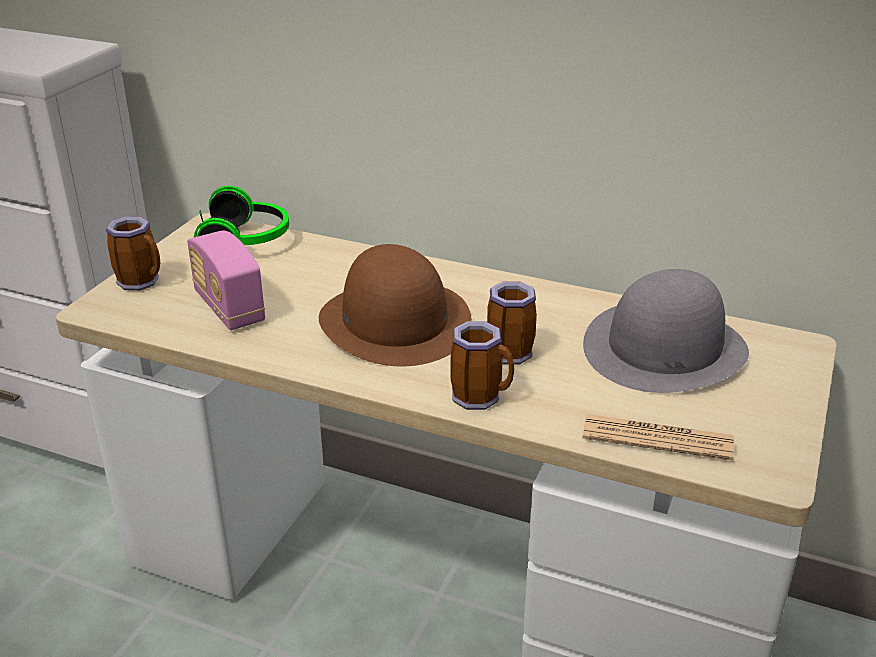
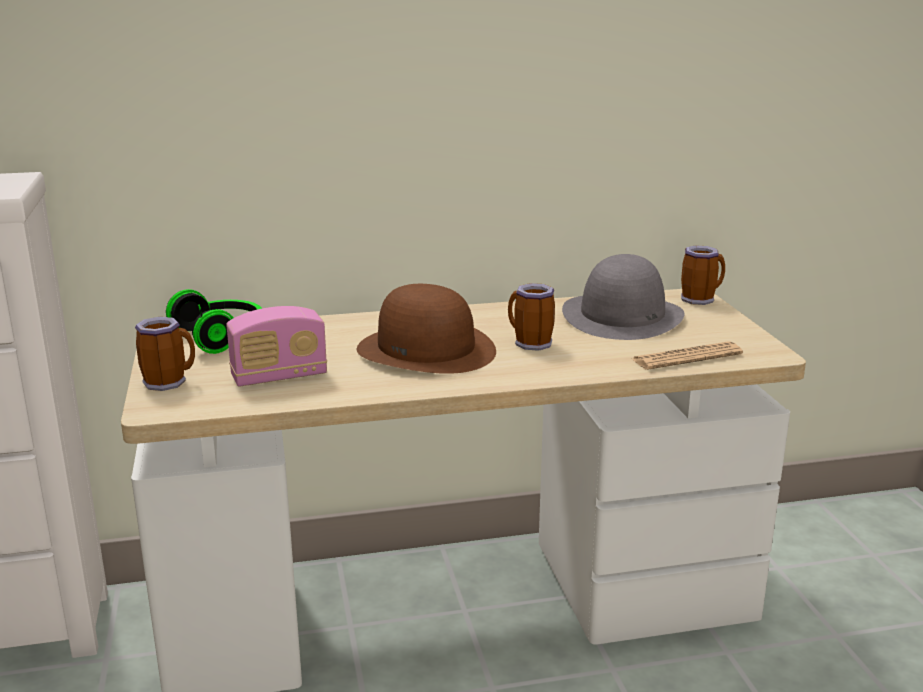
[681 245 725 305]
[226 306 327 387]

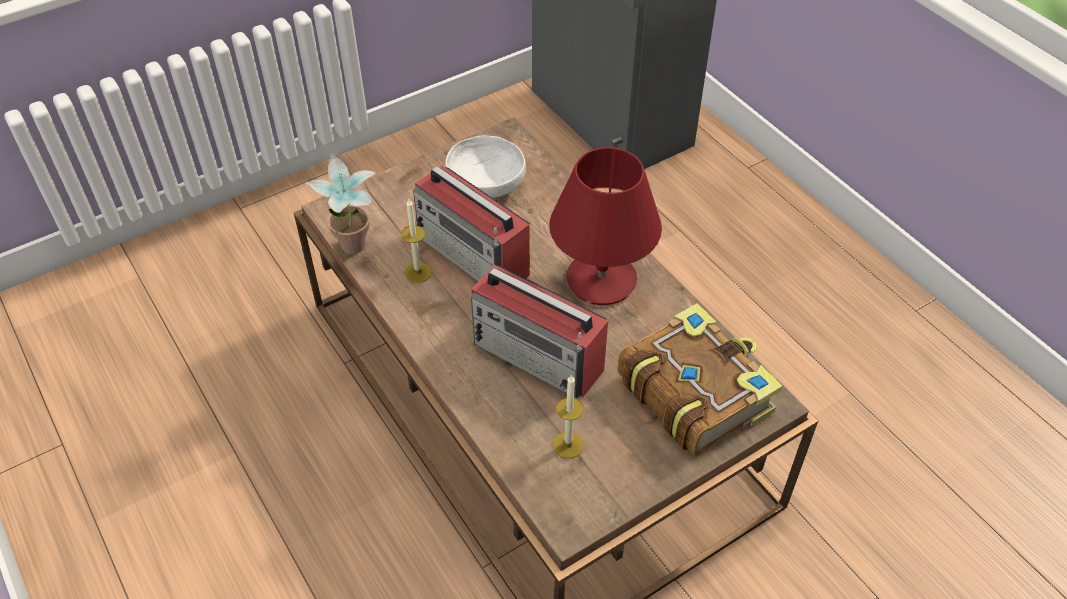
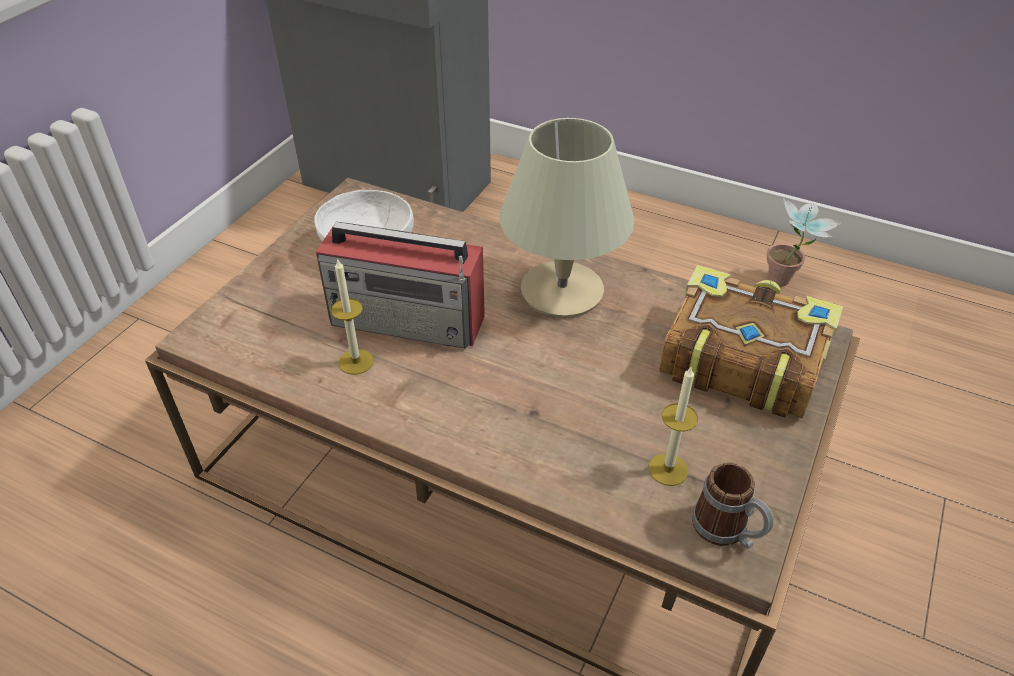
[471 265 608 398] (first image)
[692 462 774 549]
[767 197 842 287]
[499 118 634 318]

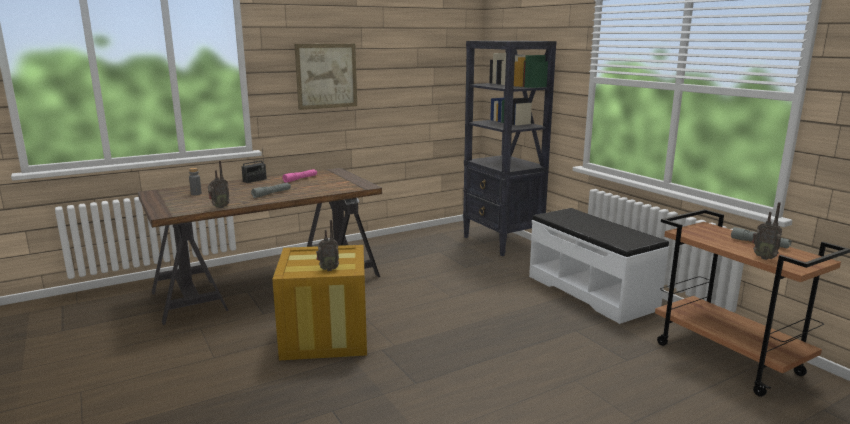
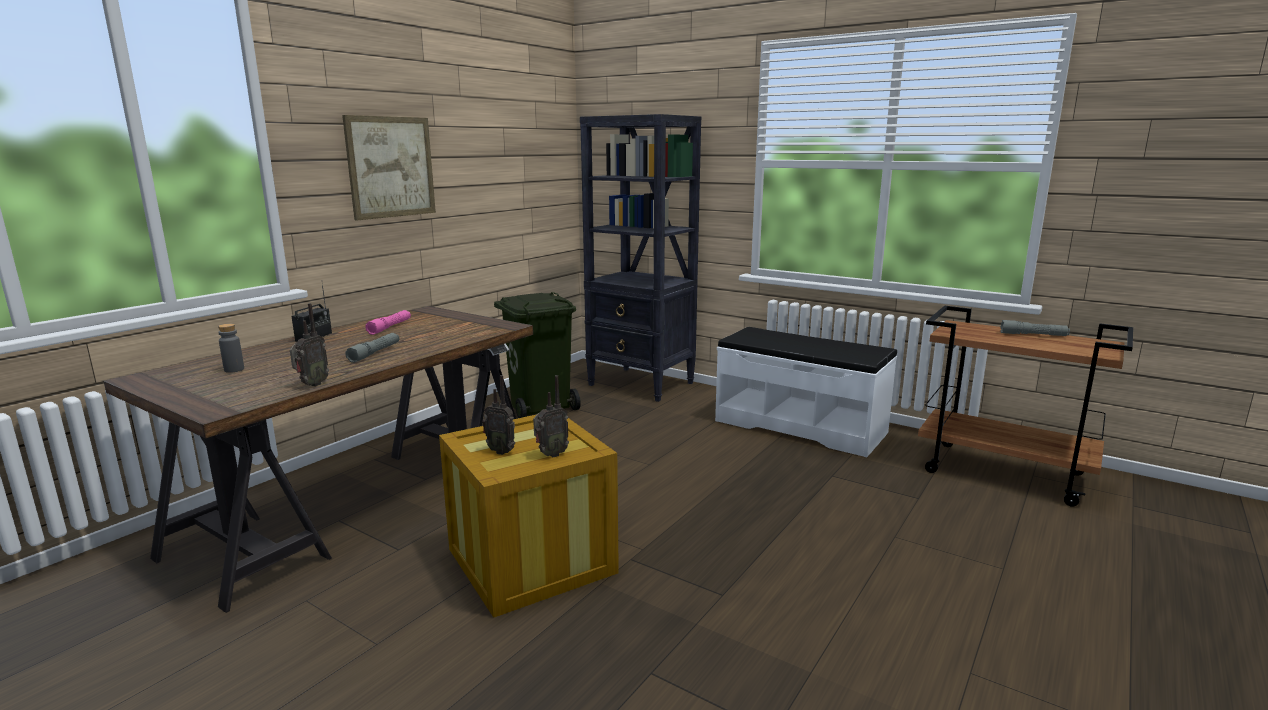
[494 292 581 418]
[482 375 515 455]

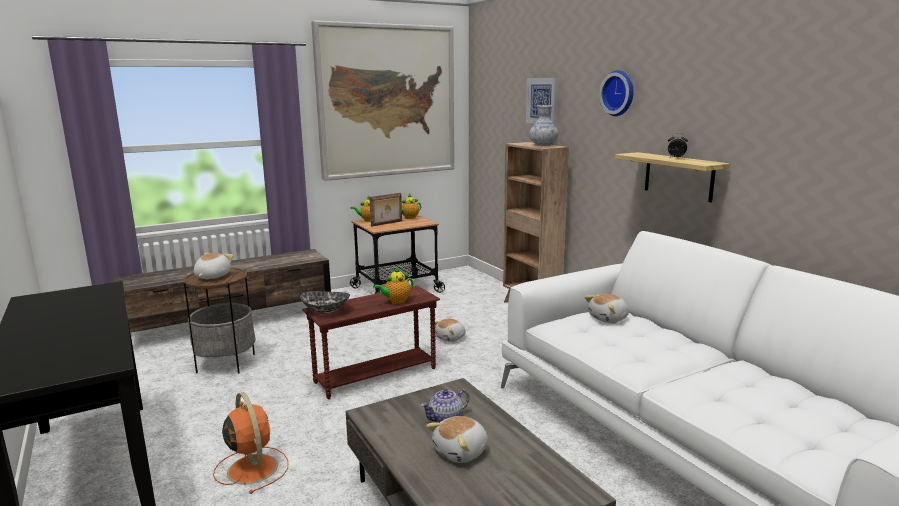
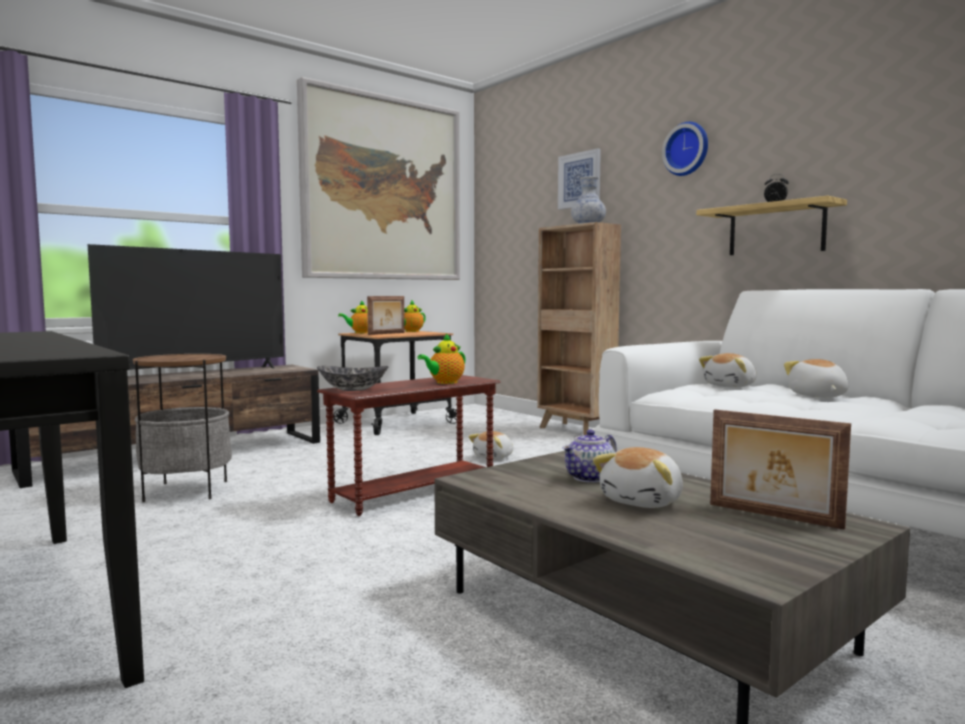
[213 392 288 494] (first image)
[88 244 284 370]
[710 409 851 530]
[784 359 848 398]

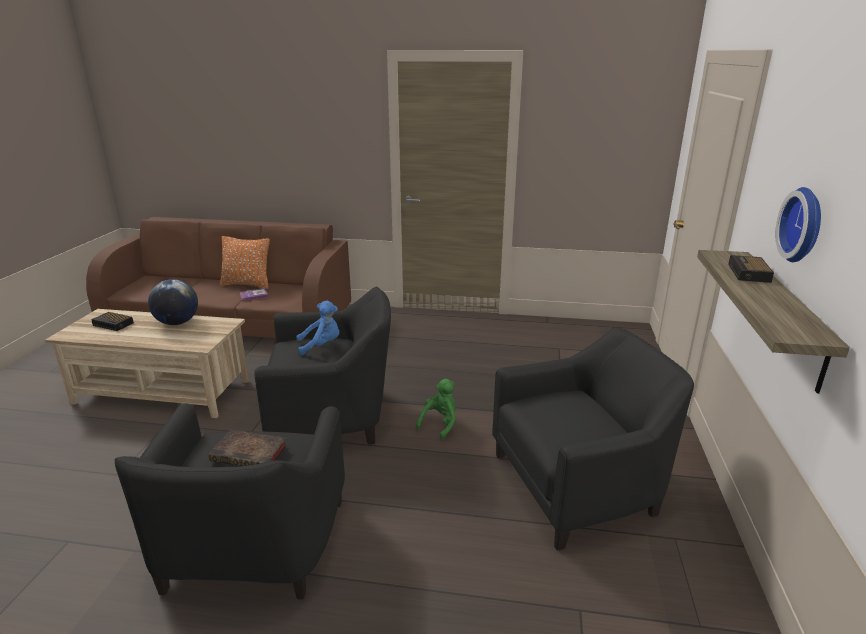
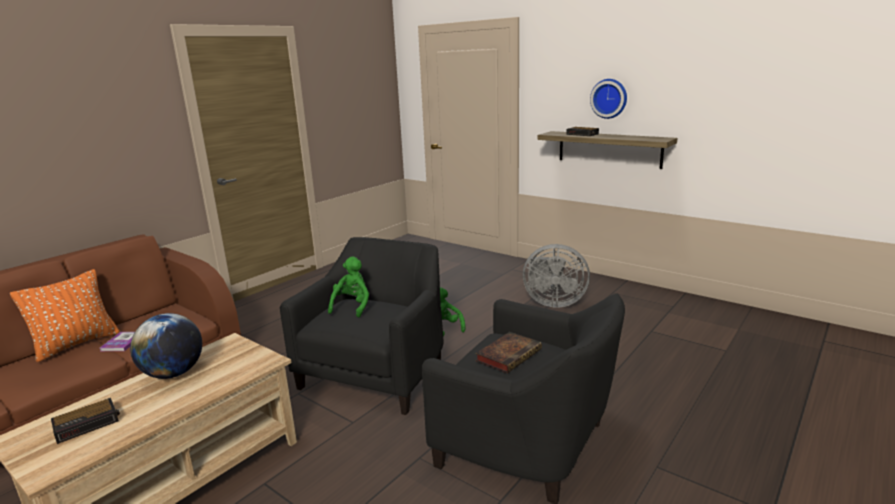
[523 244 590 308]
[328 256 369 317]

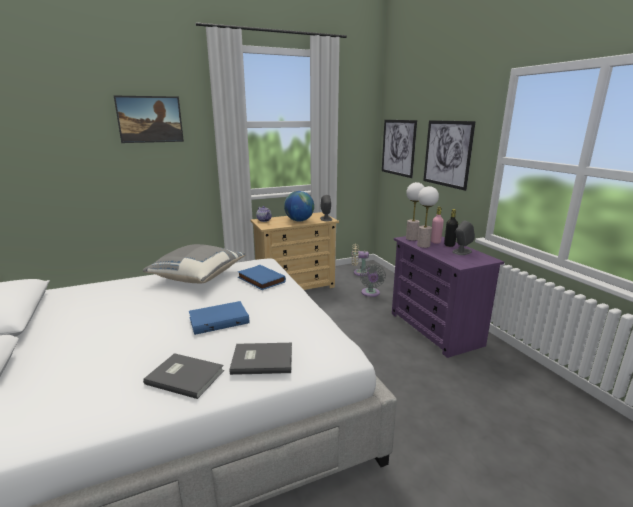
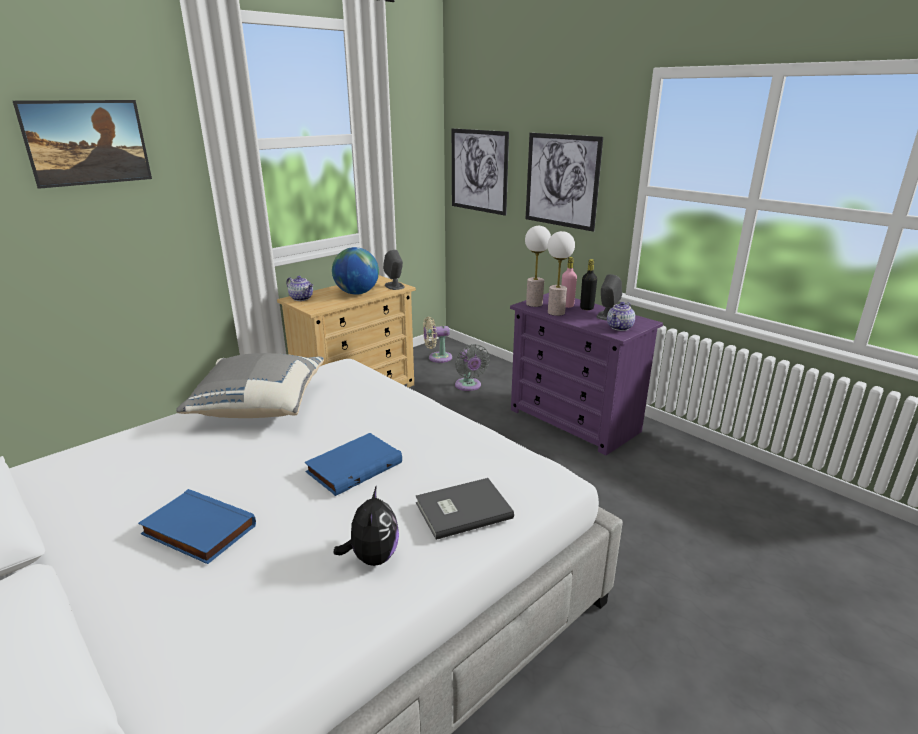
[607 302 635 331]
[138 489 256 564]
[333 485 399 566]

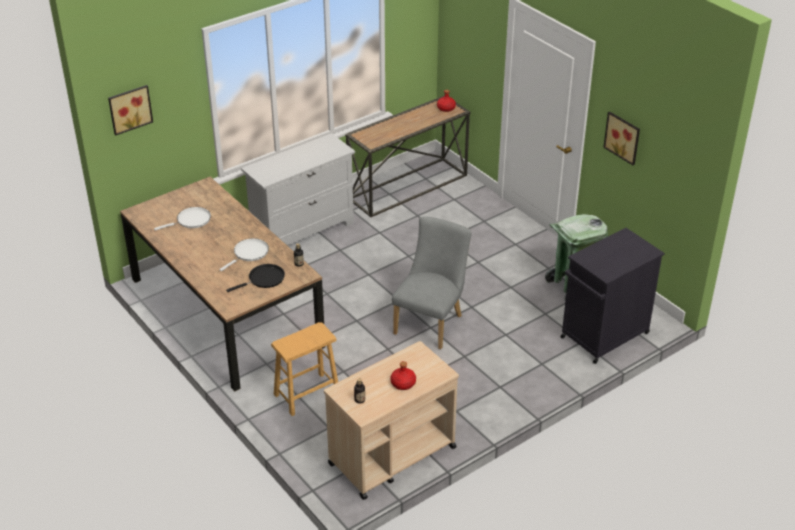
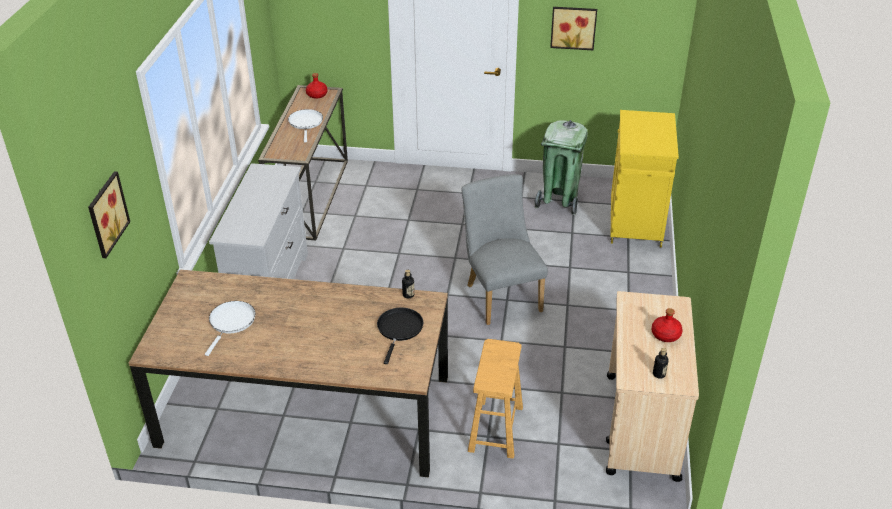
[288 109 323 143]
[610 110 679 248]

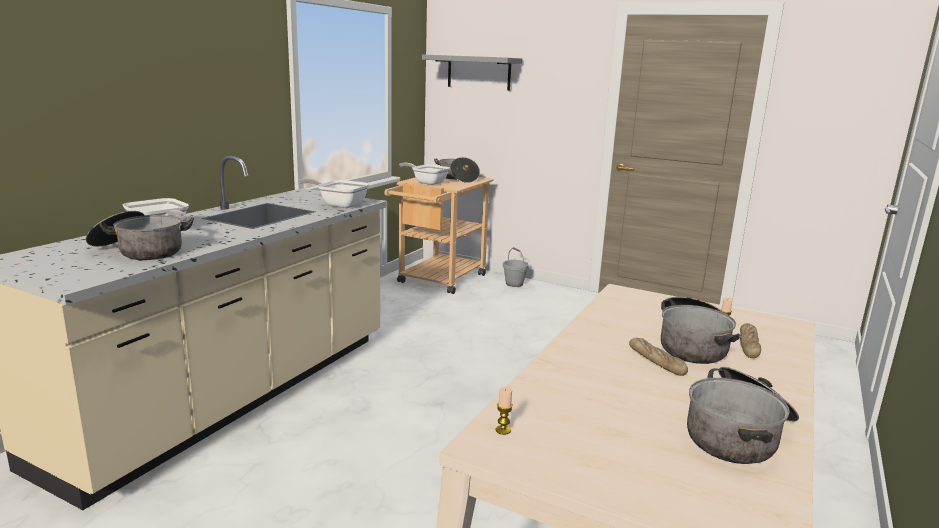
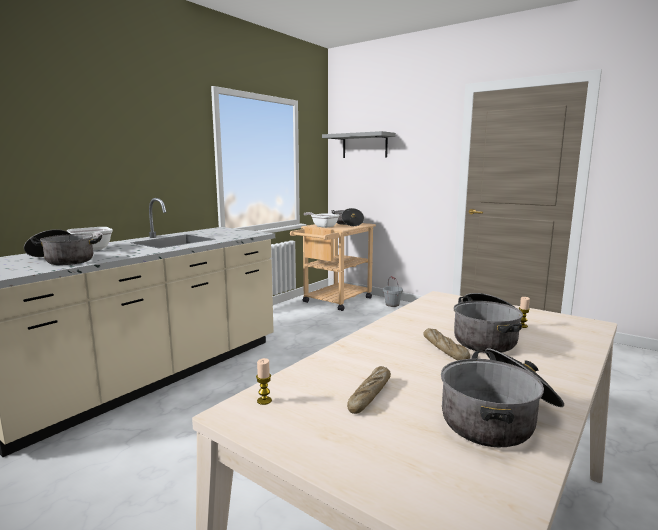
[299 178 370 208] (first image)
[347 366 391 414]

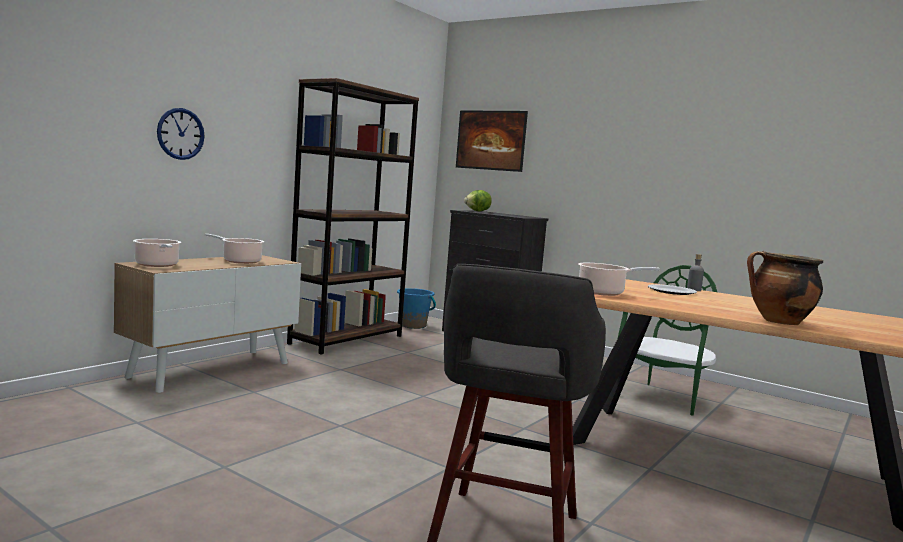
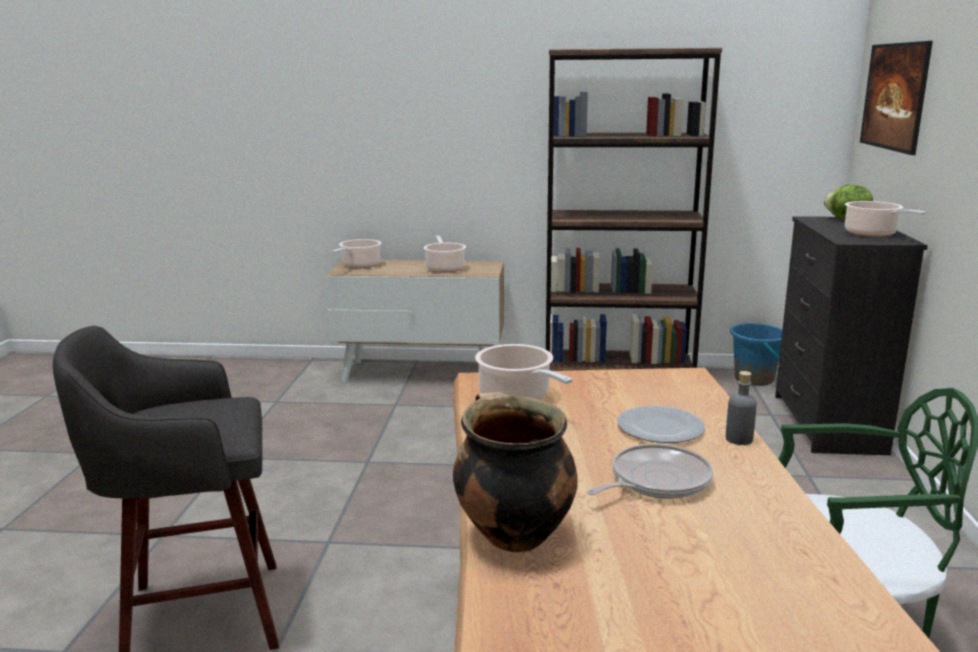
[157 108 205 160] (first image)
[587 444 713 499]
[845 201 926 237]

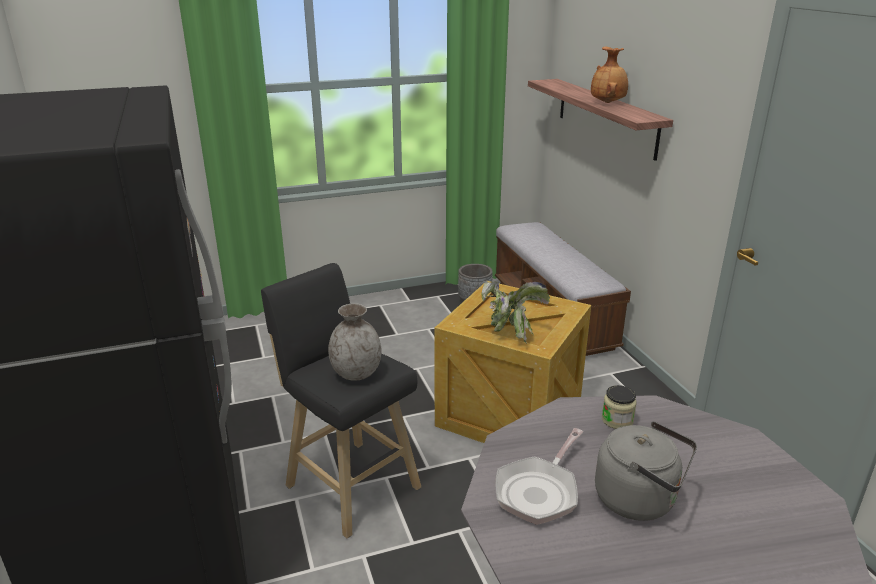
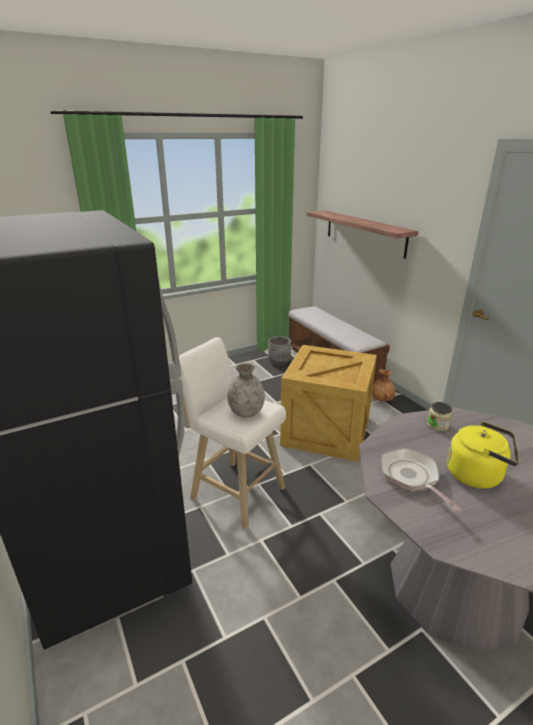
[482 280 550 343] (first image)
[372 369 395 401]
[179 337 286 529]
[447 422 520 489]
[381 448 460 512]

